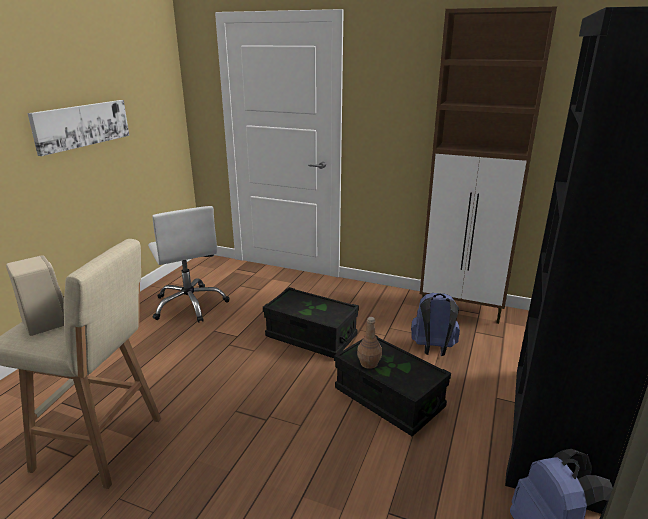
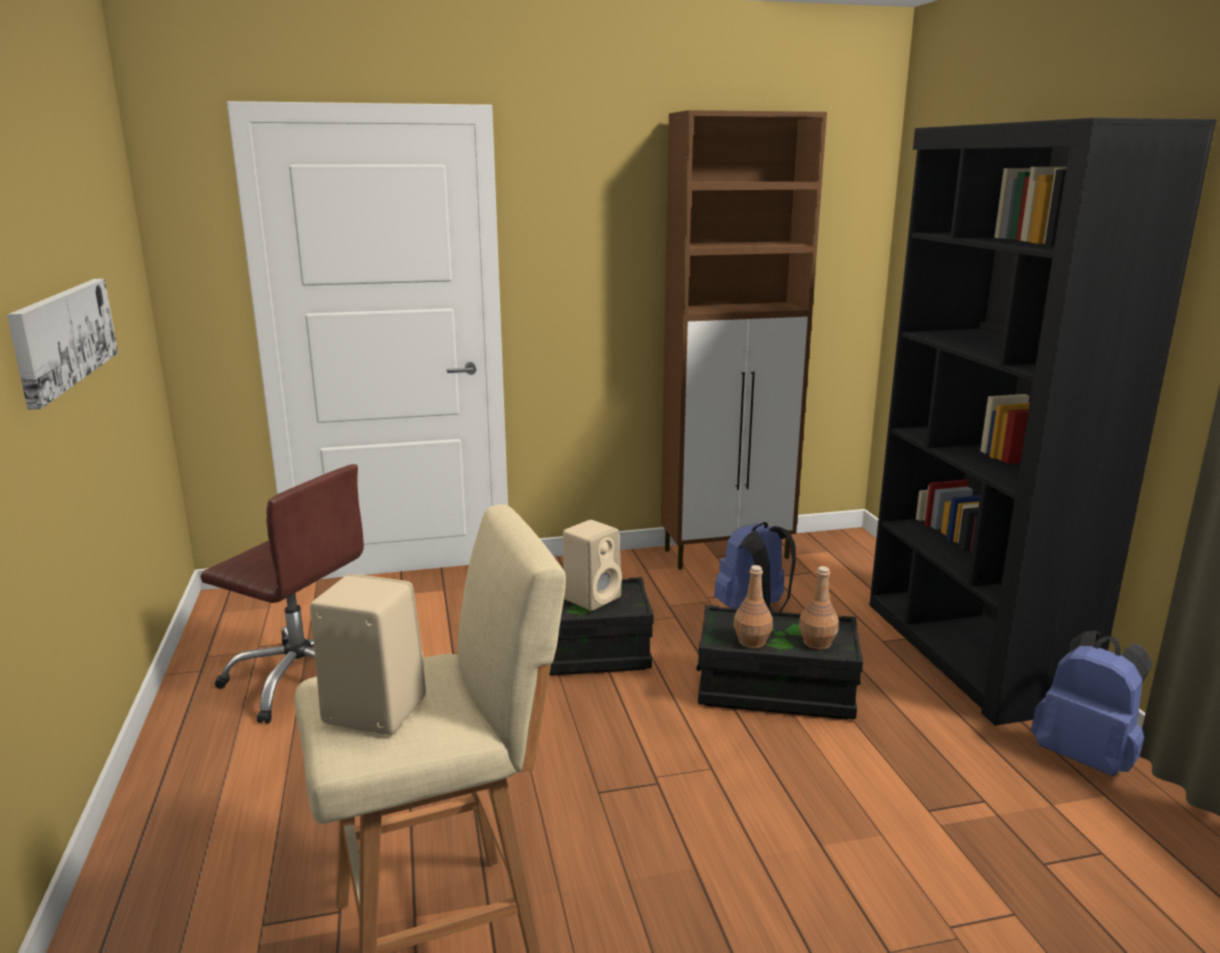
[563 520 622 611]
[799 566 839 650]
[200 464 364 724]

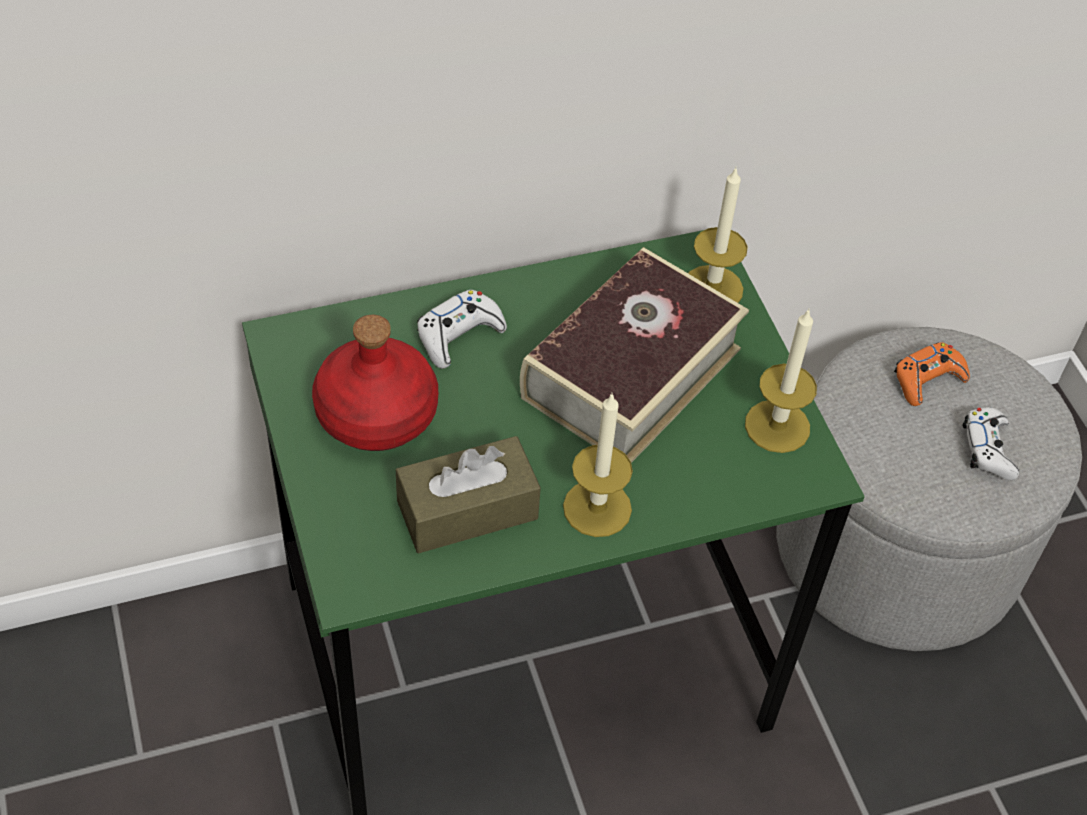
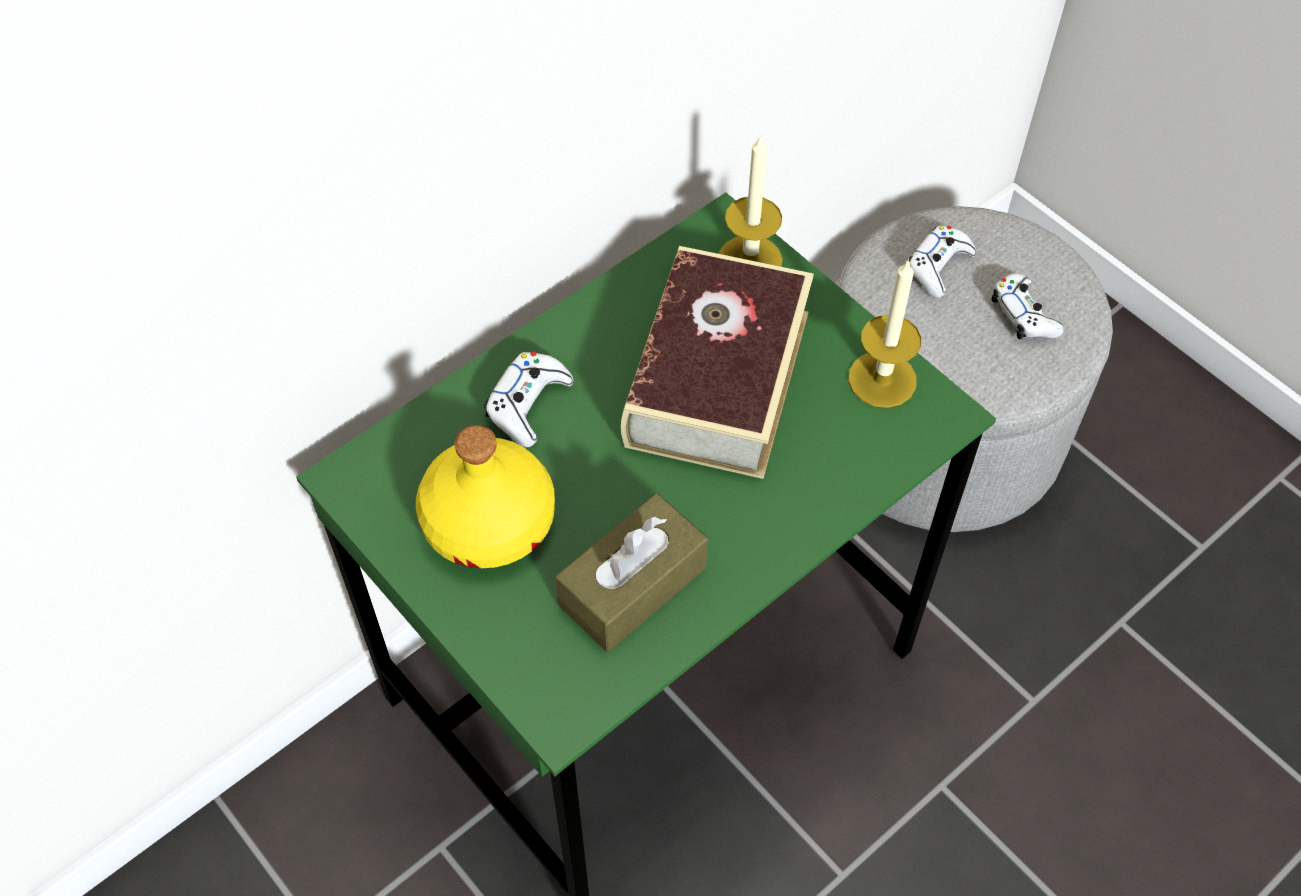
[563 393 633 537] (first image)
[416 425 555 568]
[909 226 976 298]

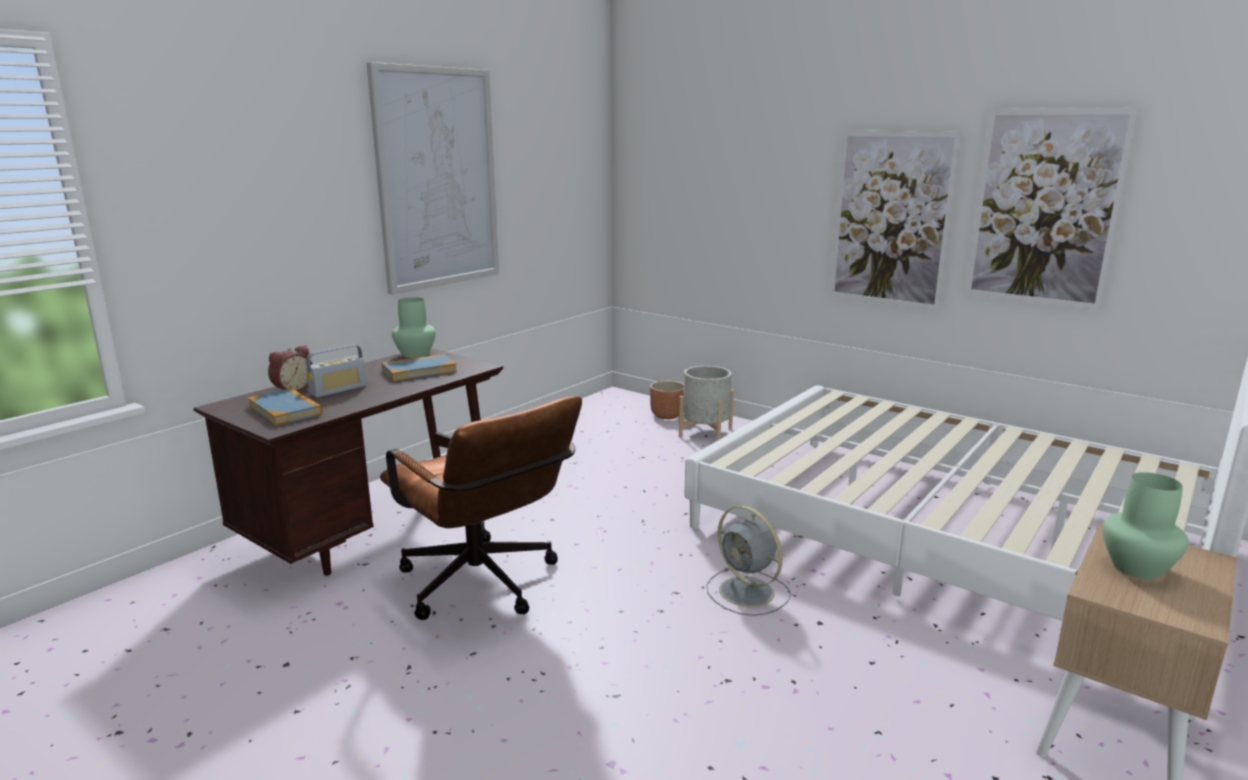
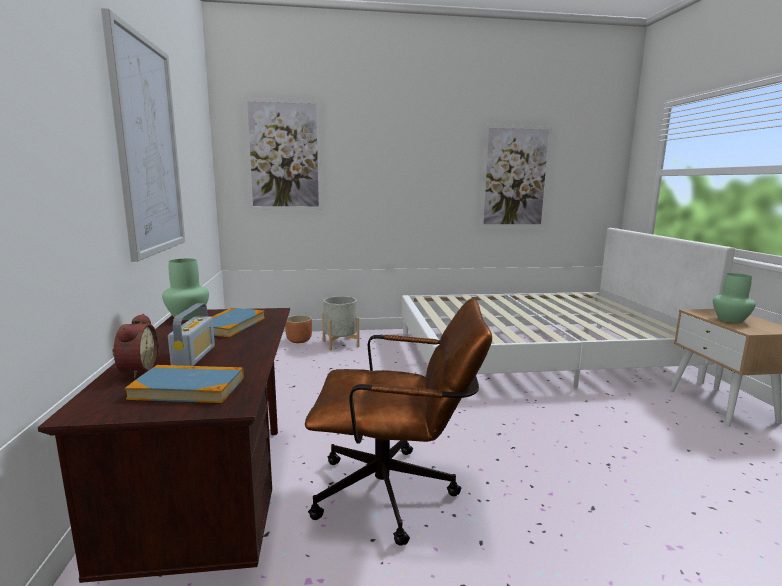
[707 506 791 616] (first image)
[244 98 322 210]

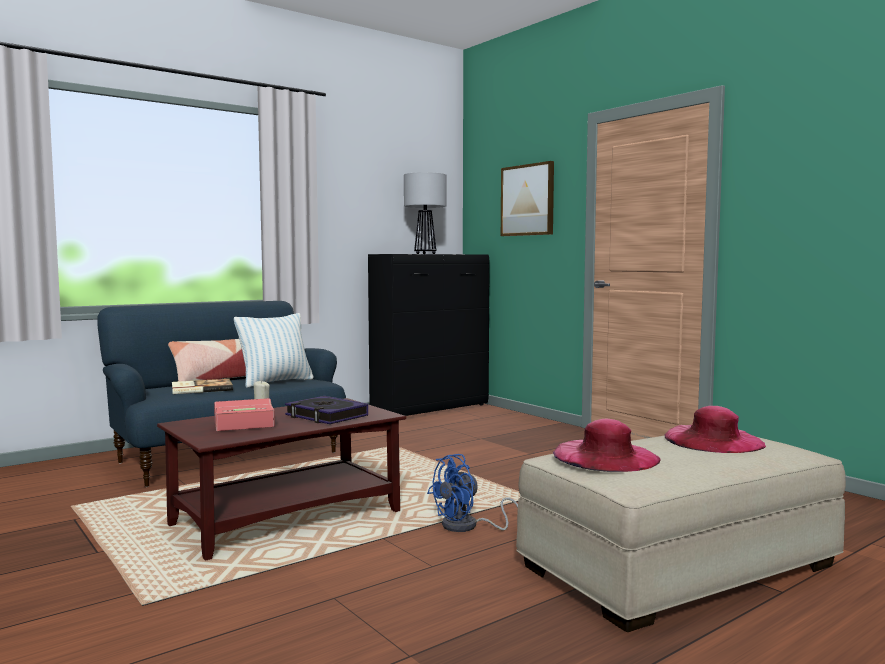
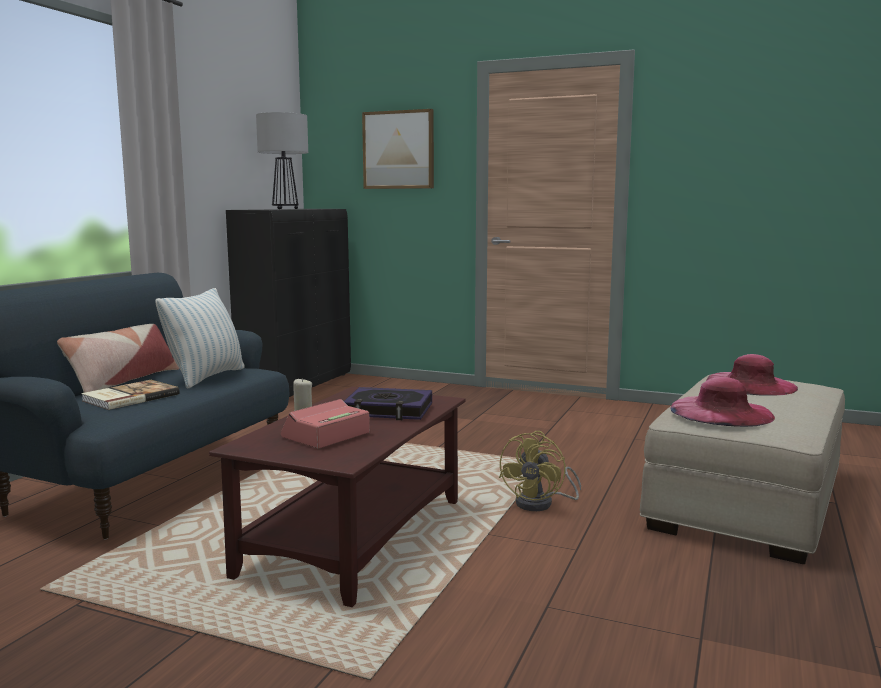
[499 431 581 511]

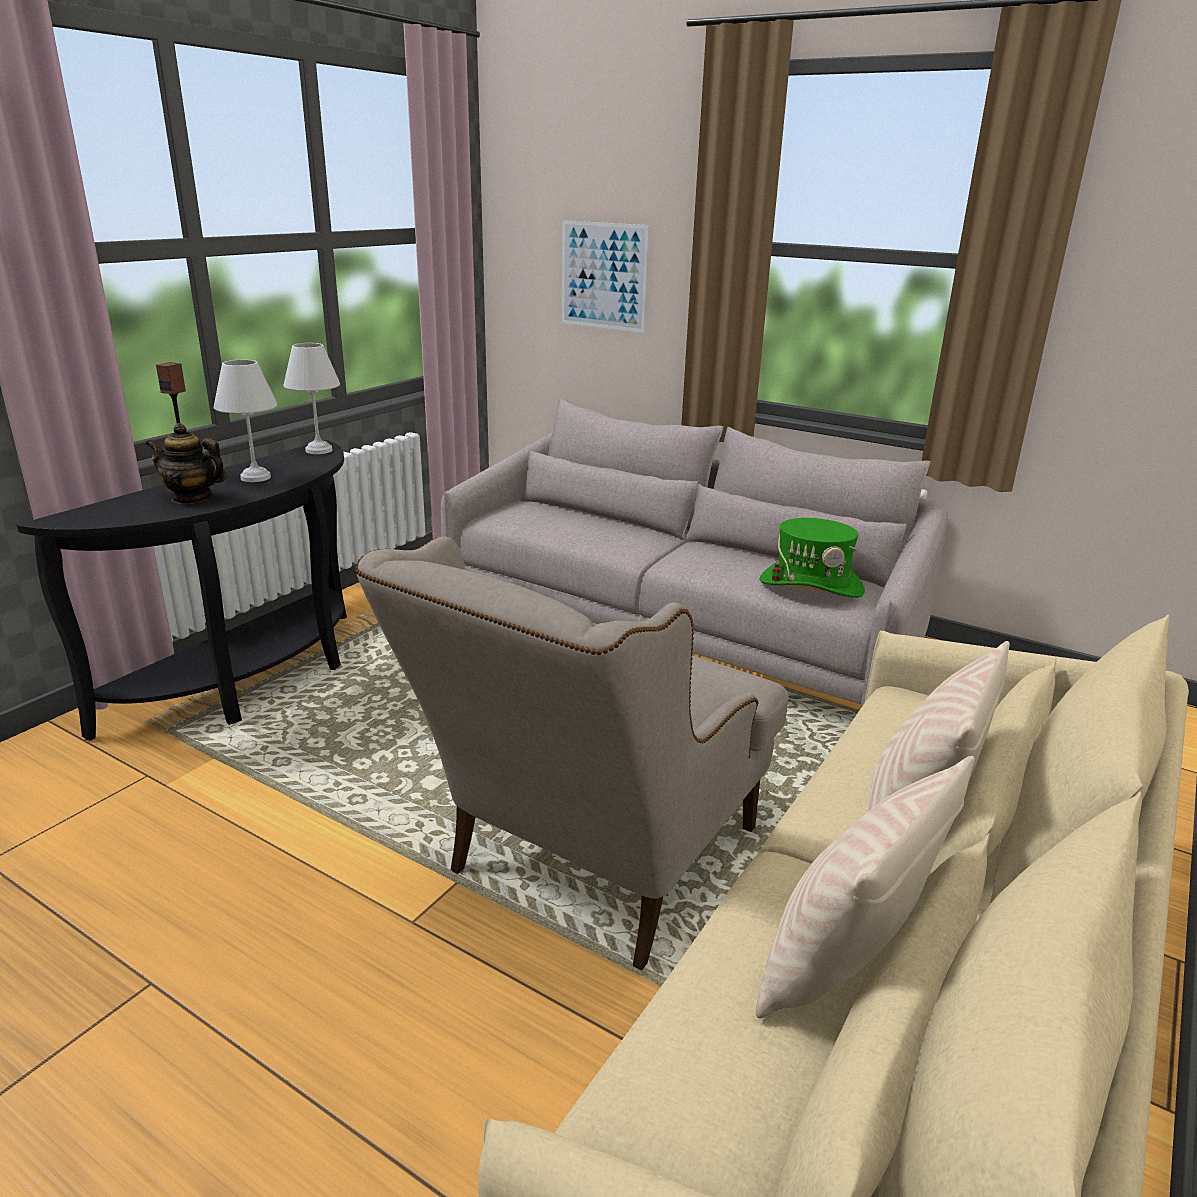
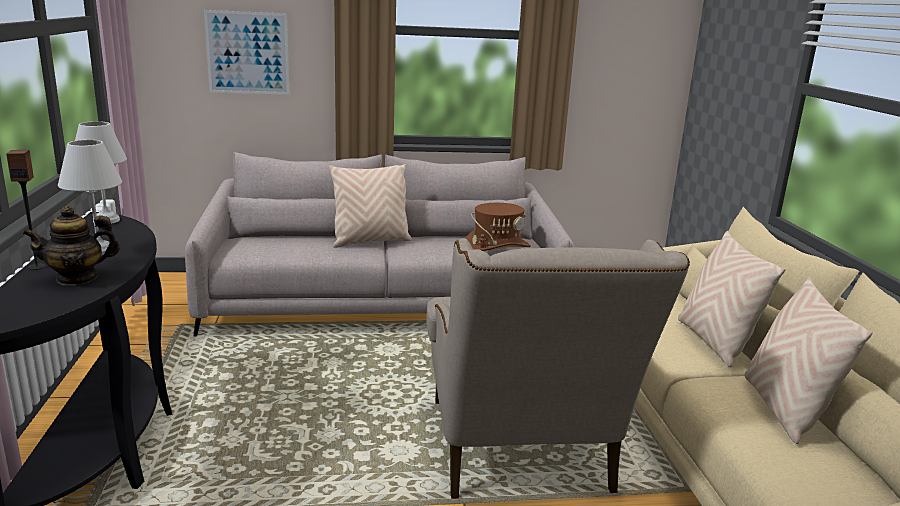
[329 164 412 248]
[465 203 531 251]

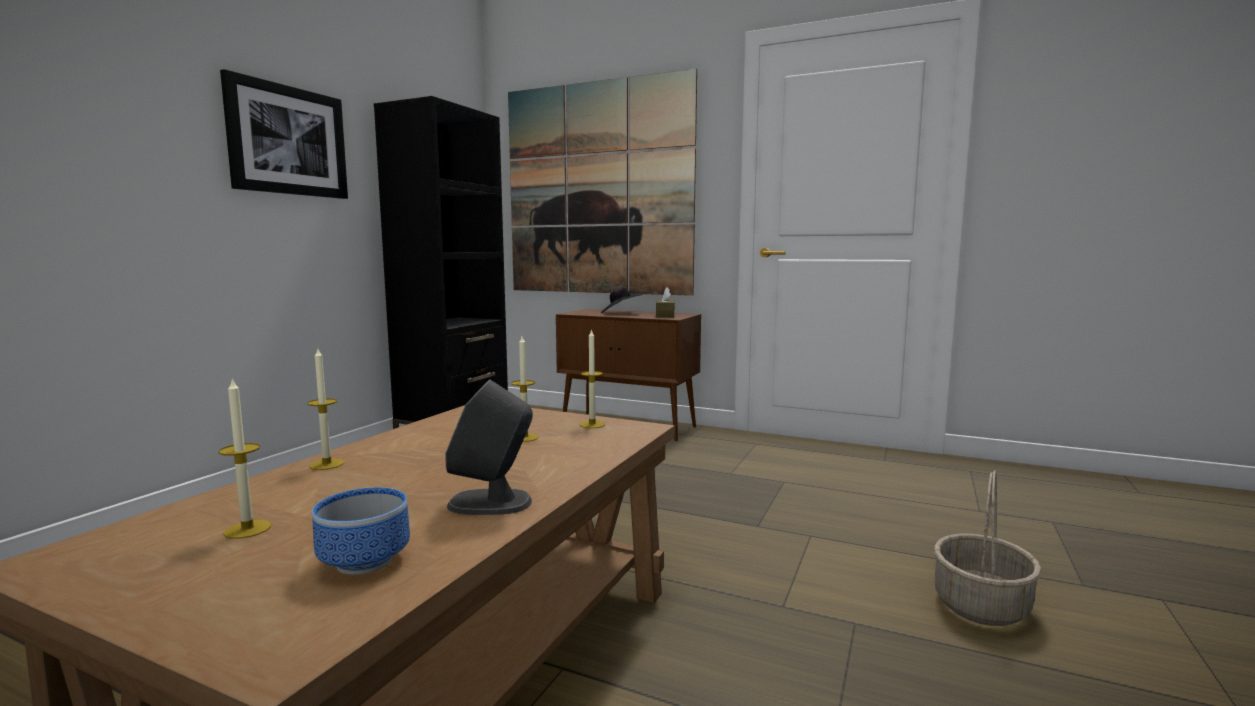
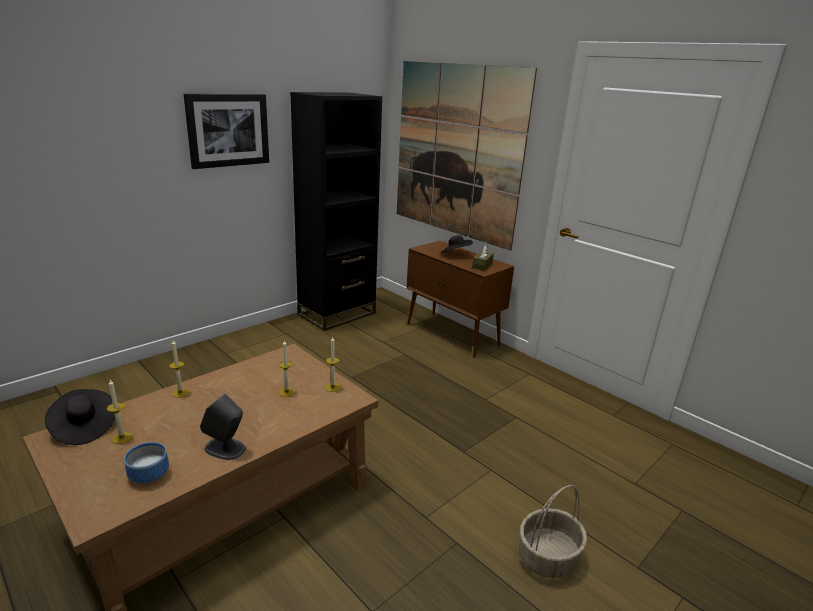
[45 389 115 445]

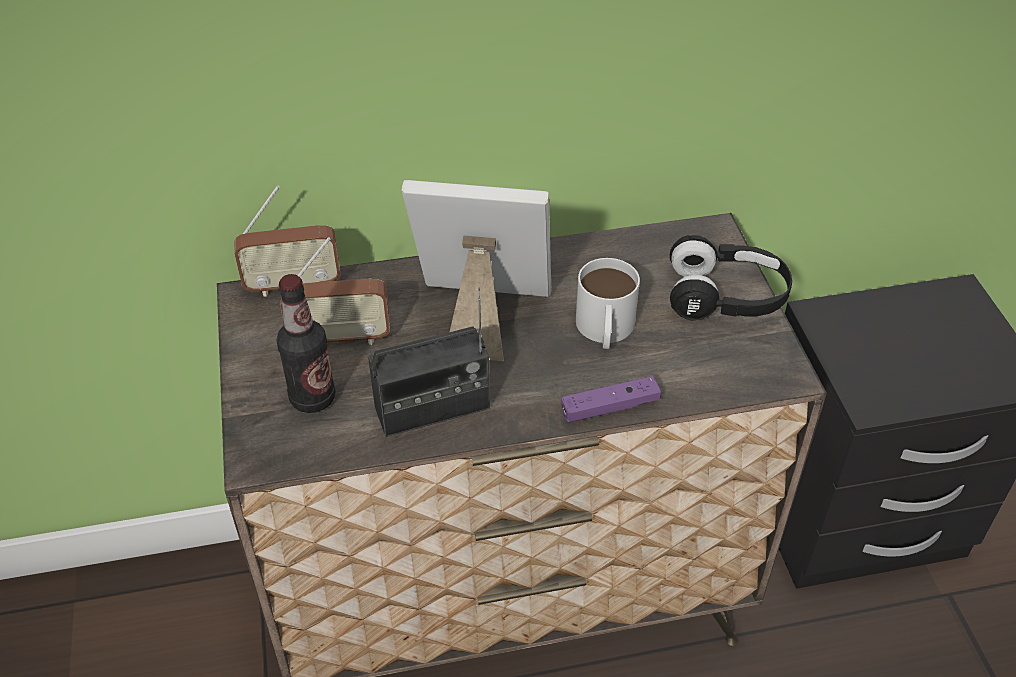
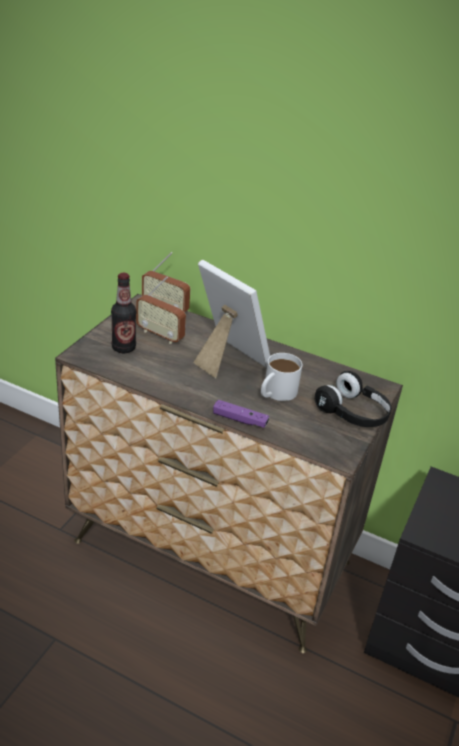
[368 288 490 437] (first image)

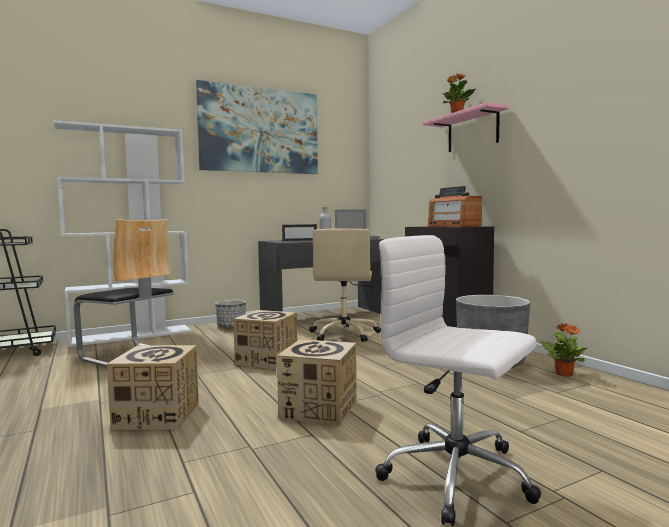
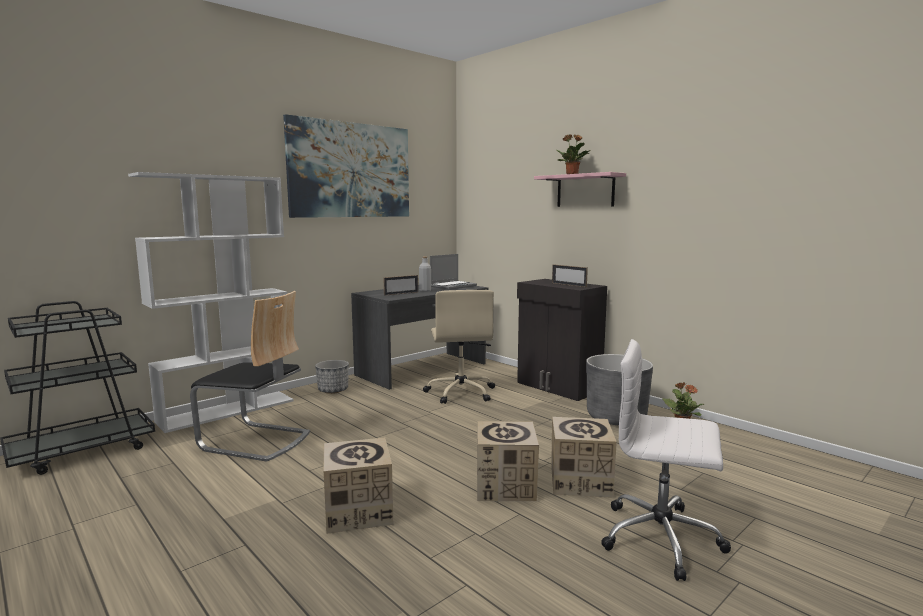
[551 417 617 498]
[552 264 588 287]

